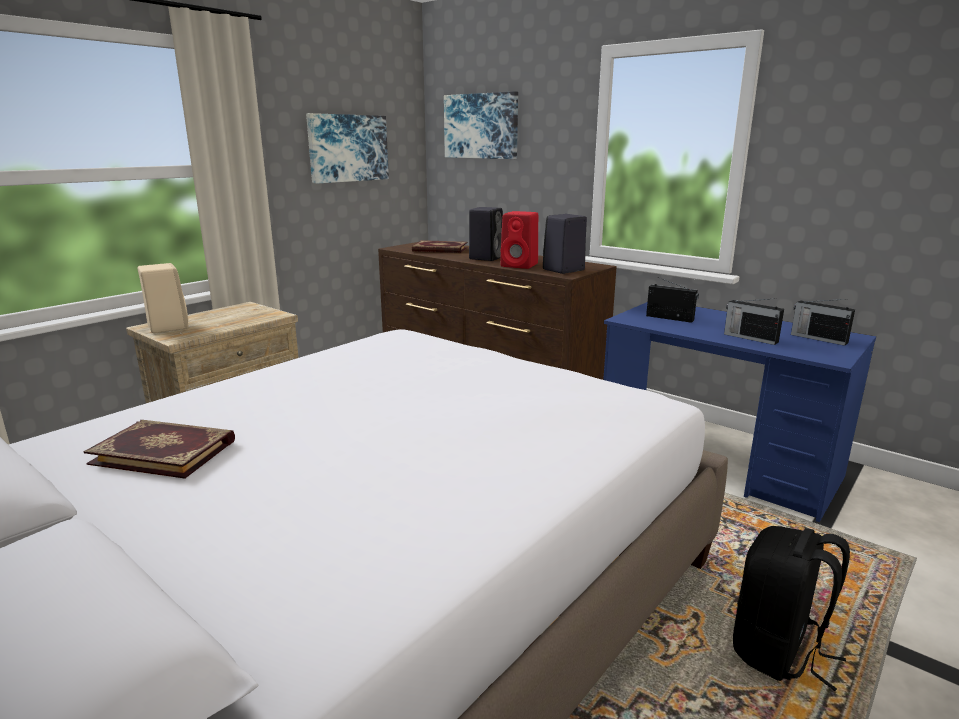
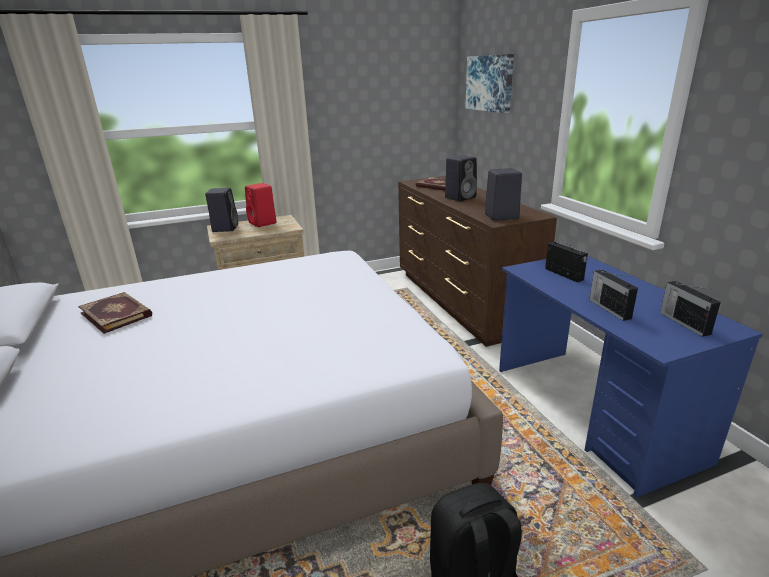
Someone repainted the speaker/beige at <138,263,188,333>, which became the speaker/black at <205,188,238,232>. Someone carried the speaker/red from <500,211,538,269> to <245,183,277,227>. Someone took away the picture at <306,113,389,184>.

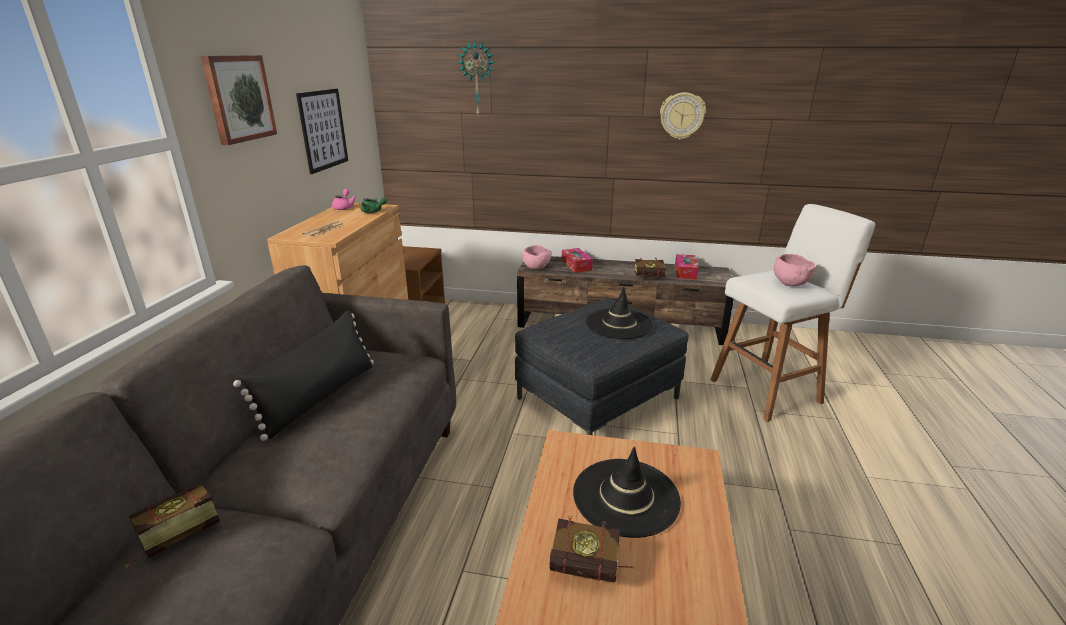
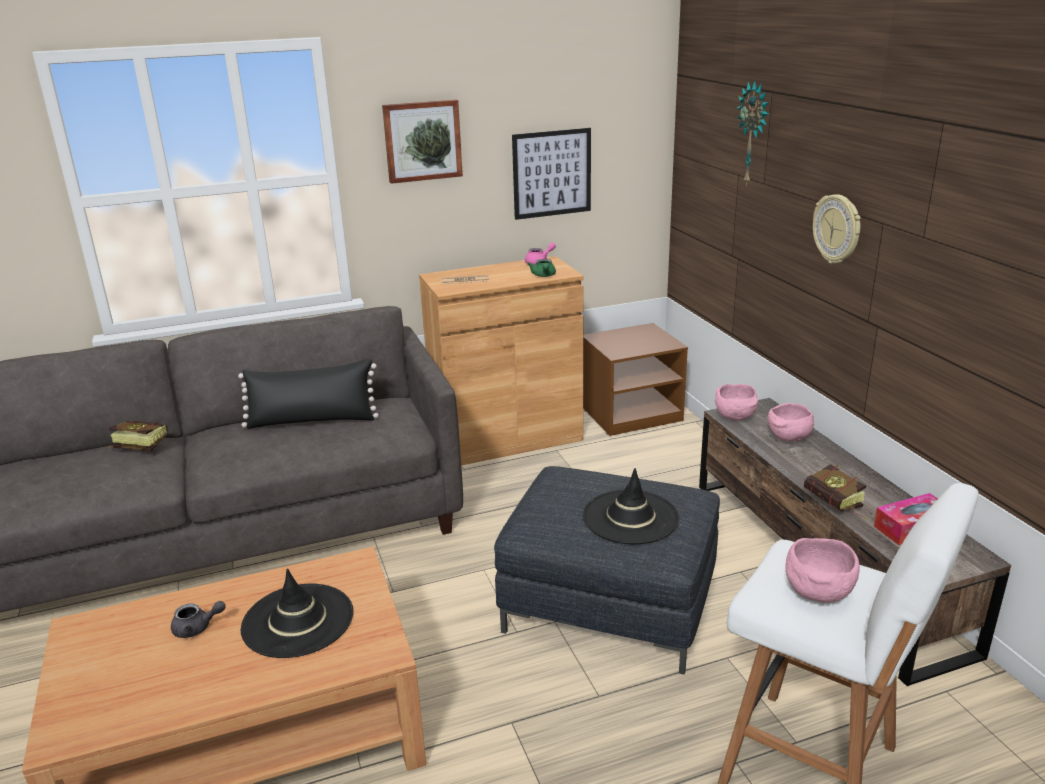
Someone swapped the book at <549,516,634,582> for the teapot/grey at <171,601,226,638>. Someone swapped the tissue box at <562,248,593,273> for the bowl/pink at <768,403,814,442>. Someone carried the wall clock from <660,92,706,140> to <813,194,861,263>.

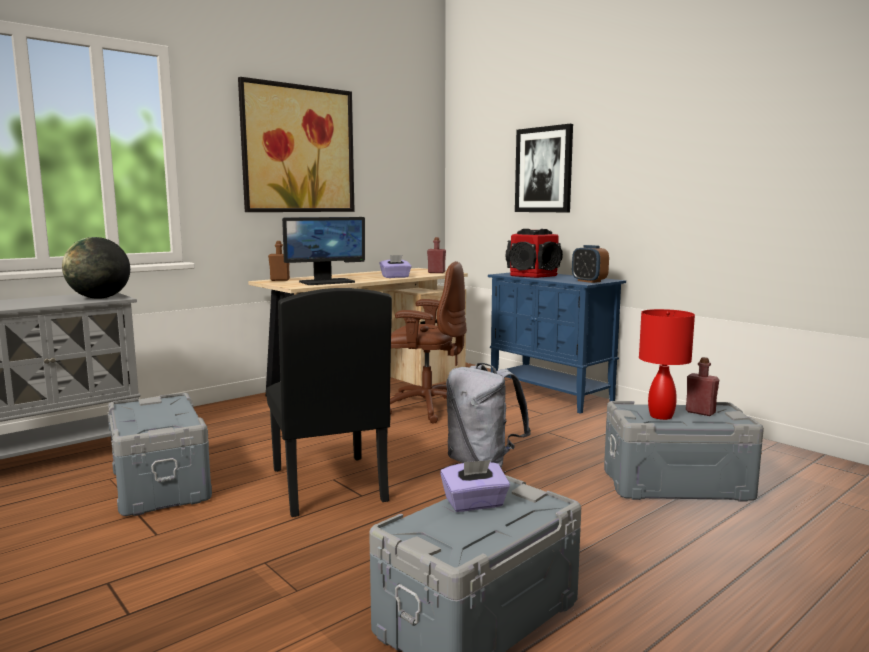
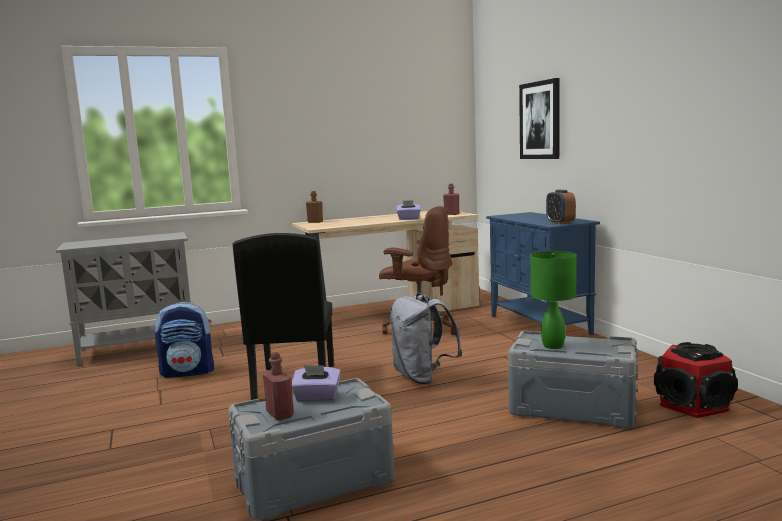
Someone swapped the storage box/grey at <108,393,212,516> for the backpack at <155,302,214,378>. Someone carried the bottle/red from <686,357,719,416> to <263,352,294,421>. Someone repainted the table lamp/red at <639,309,695,420>, which became the table lamp/green at <530,251,577,349>. Someone carried the speaker from <506,229,563,278> to <654,342,738,418>. Someone took away the globe at <62,237,130,299>. Someone took away the picture at <238,77,354,212>. Someone took away the monitor at <282,217,365,285>.

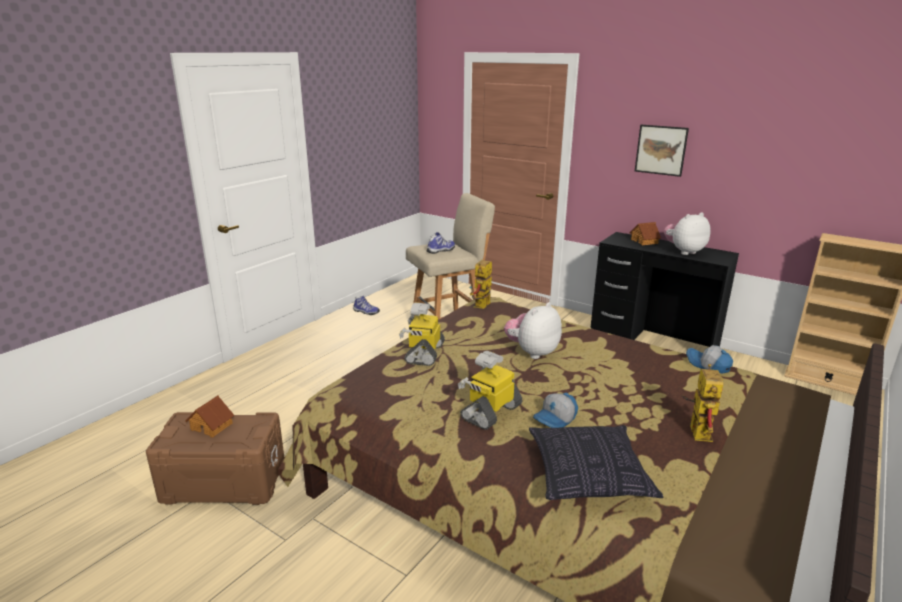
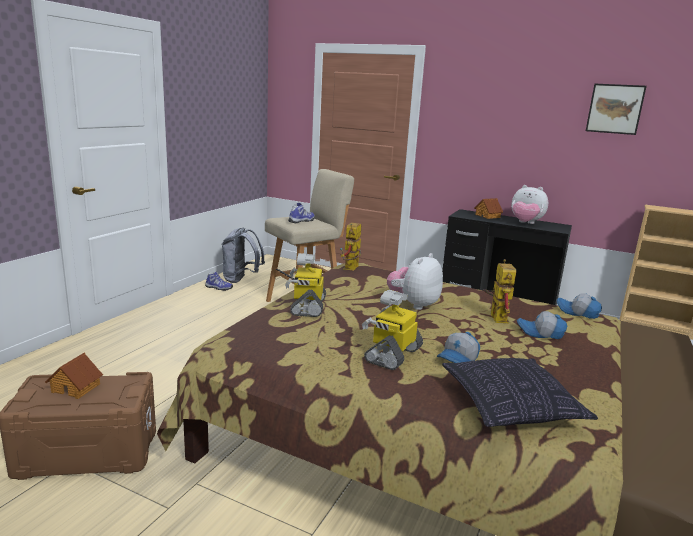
Someone put down the backpack/grey at <221,227,265,283>. Someone carried the toy robot from <681,364,723,442> to <483,259,516,323>. Someone rotated the plush toy at <664,212,711,255> by 120 degrees counterclockwise. Someone put down the cap at <517,311,567,339>. Someone carried the picture from <635,125,689,177> to <586,84,647,135>.

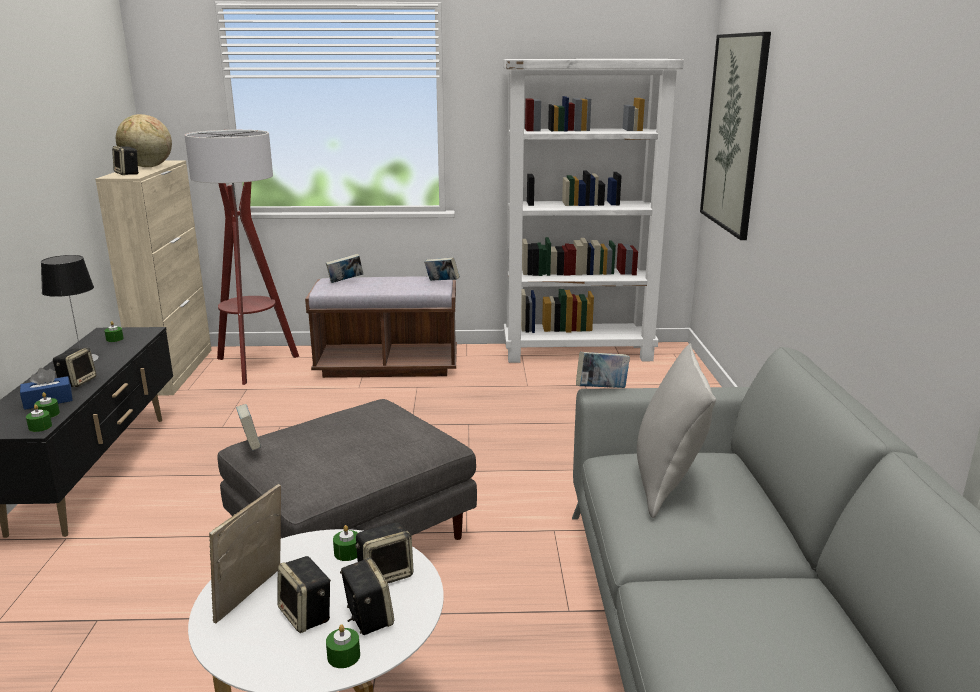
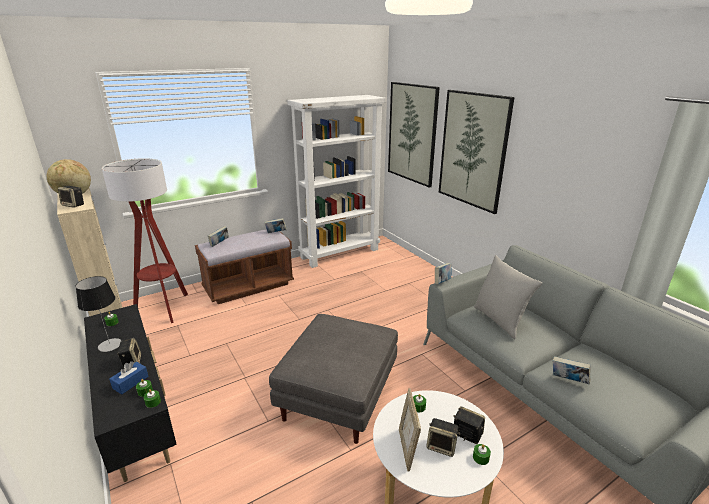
Someone put up the picture at <439,90,515,214>. Someone carried the book from <236,404,261,451> to <553,356,591,384>. Someone took away the speaker at <355,522,413,583>.

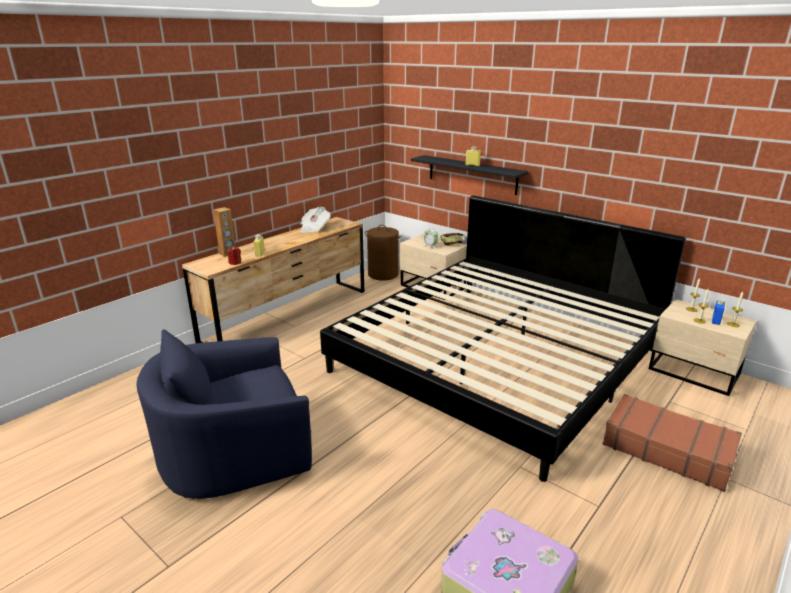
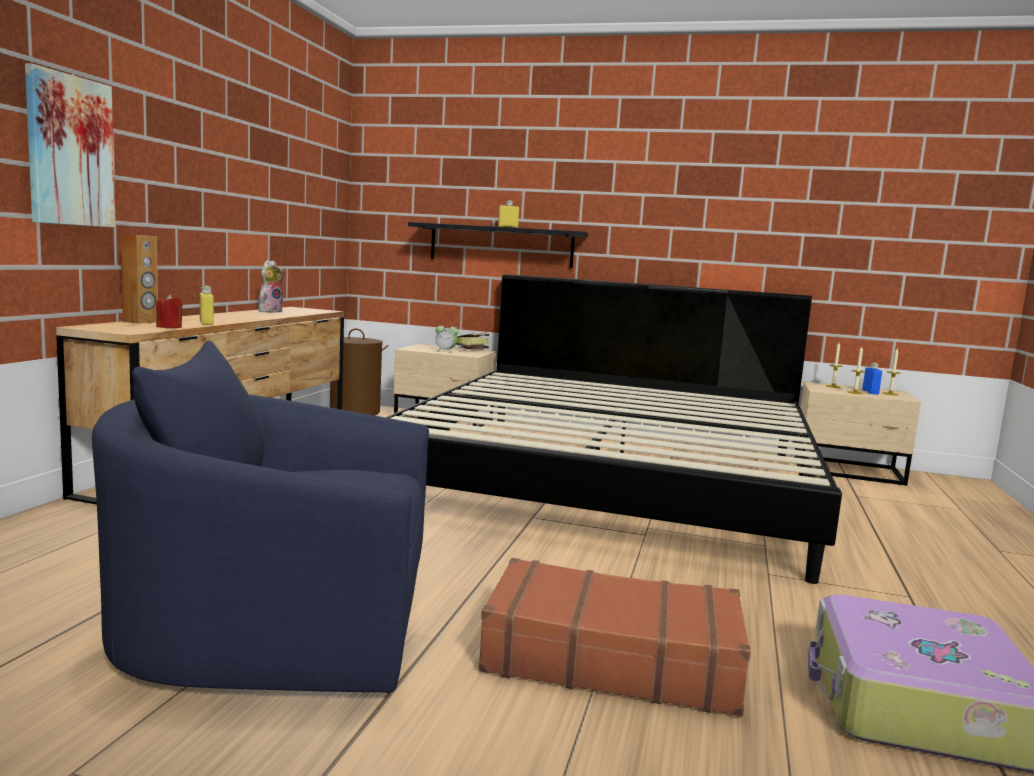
Someone put up the picture at <25,63,116,228>. Someone rotated the armchair/blue at <137,329,312,499> by 45 degrees clockwise. Someone swapped the newspaper at <300,207,330,233> for the plush toy at <258,260,284,313>. Someone carried the suitcase/brown from <602,394,742,492> to <478,558,751,717>.

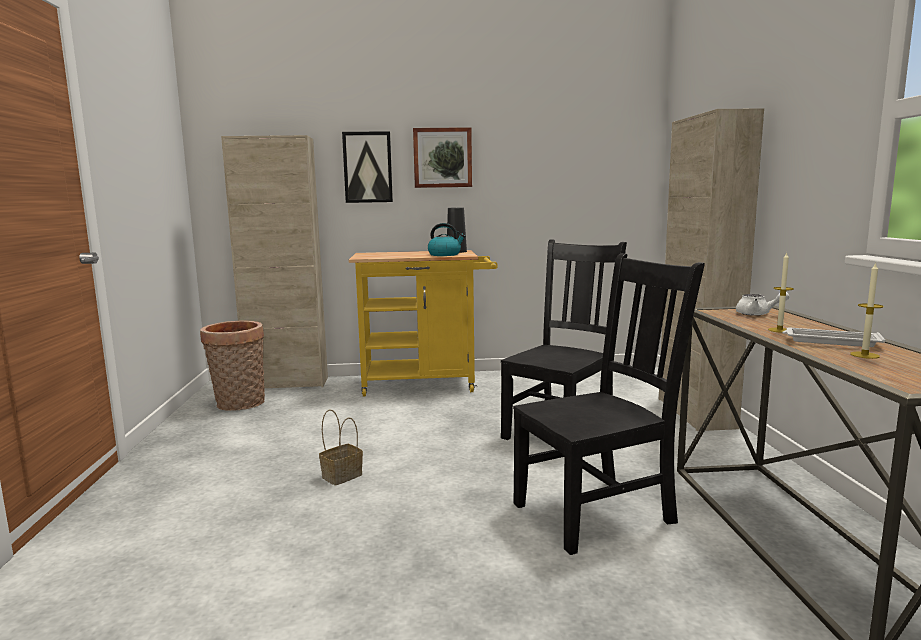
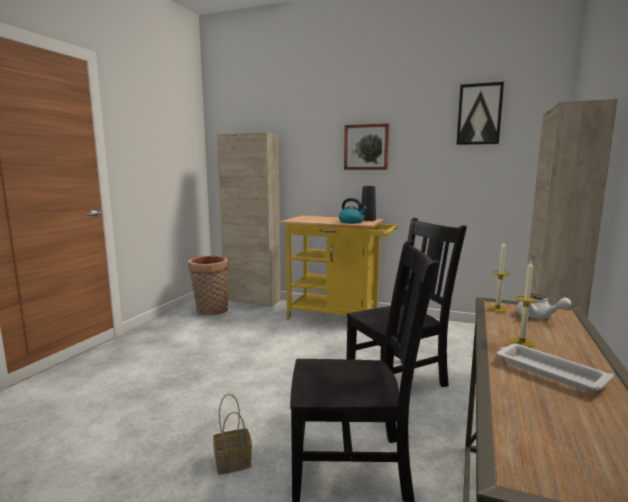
Someone carried the basket from <319,409,363,485> to <213,394,252,475>. Someone carried the picture from <342,131,393,203> to <457,82,504,145>. Someone carried the candle from <850,262,883,359> to <488,242,510,312>.

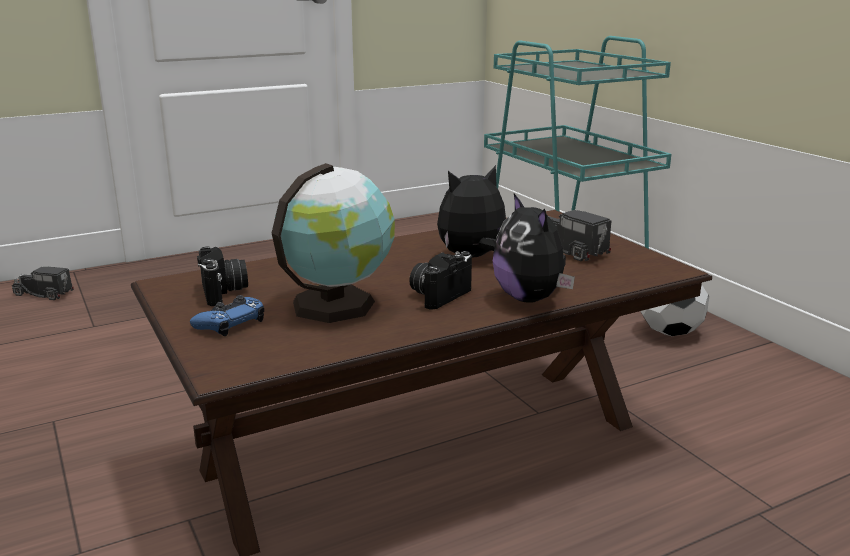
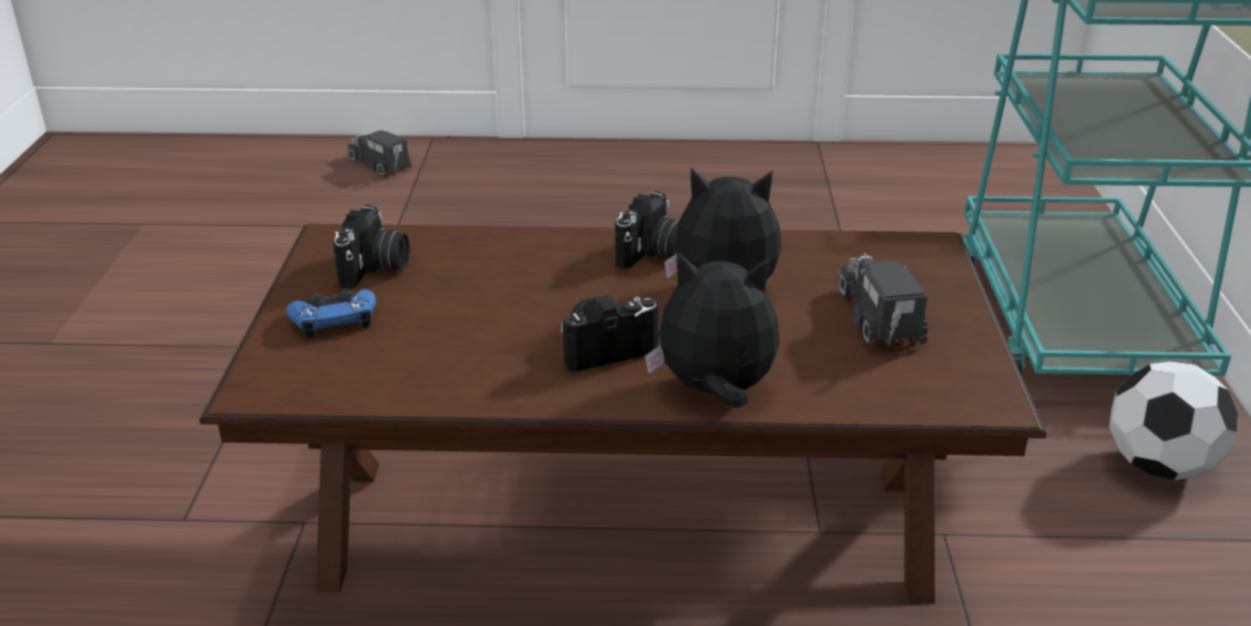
Someone put down the photo camera at <615,191,679,269>. Someone rotated the plush toy at <493,194,575,303> by 90 degrees clockwise. Someone took away the globe at <272,163,395,323>.

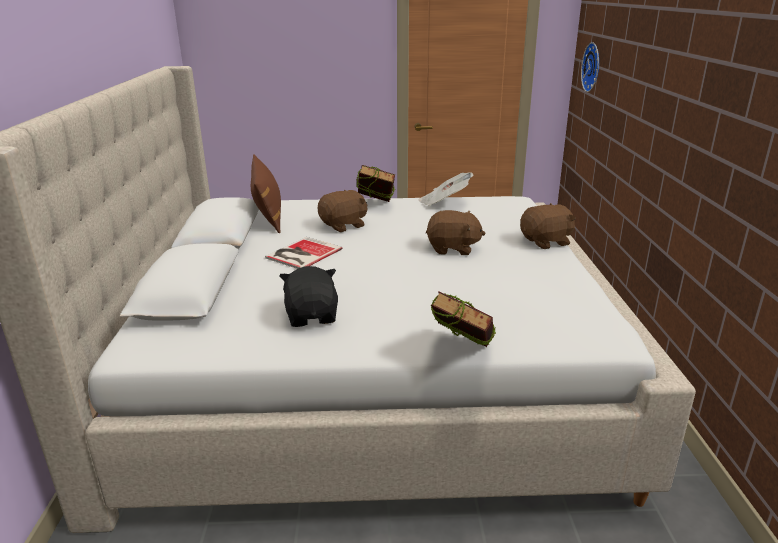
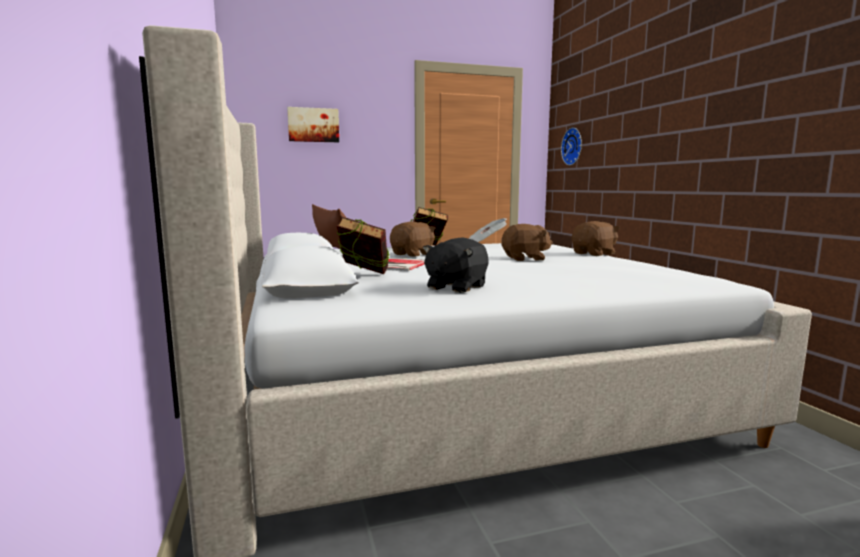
Someone put up the picture at <287,107,339,142>. Someone carried the book from <431,291,496,347> to <337,217,390,274>. Someone rotated the plush toy/black at <279,266,338,327> by 120 degrees counterclockwise.

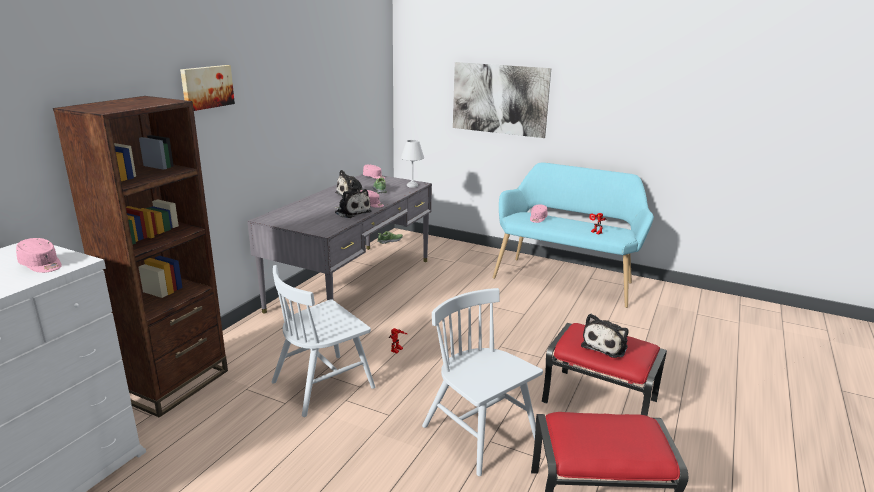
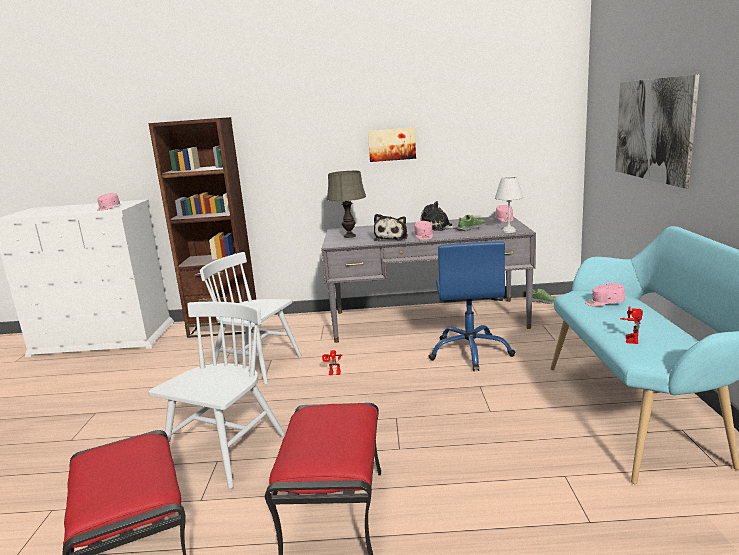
Someone put down the table lamp/grey at <327,171,366,238>. Someone carried the picture from <180,65,235,111> to <368,127,416,162>. Someone put down the office chair/blue at <428,242,515,371>. Someone took away the plush toy at <581,314,629,358>.

